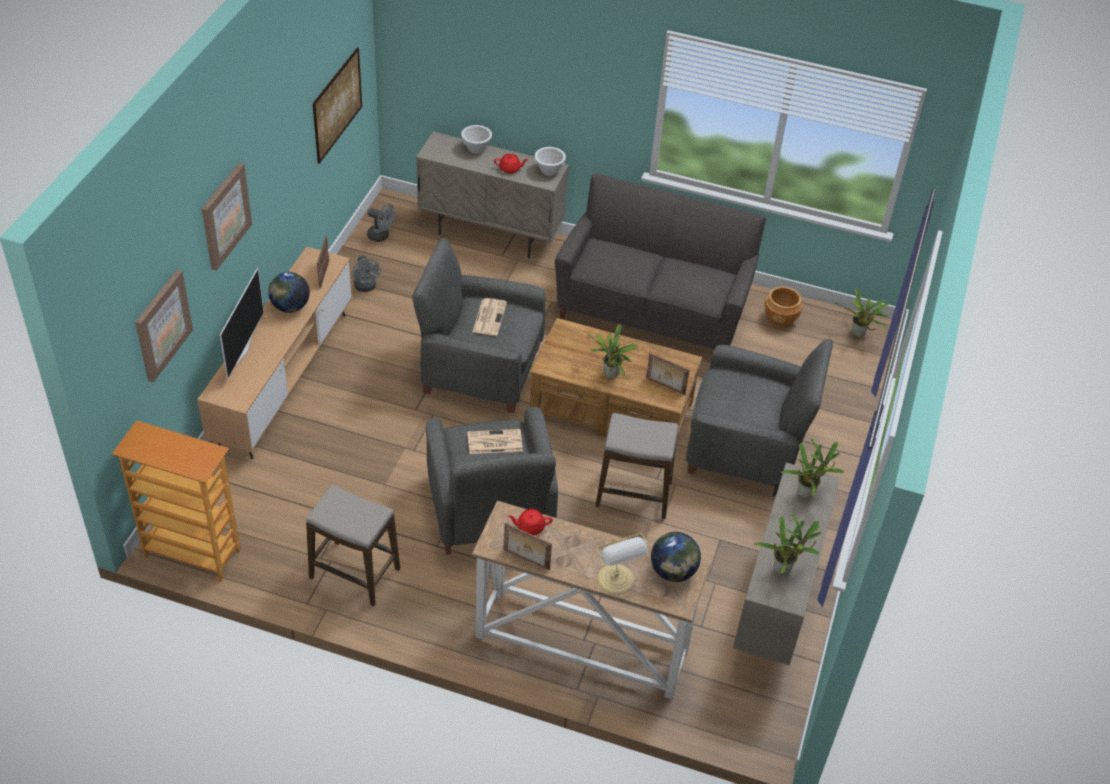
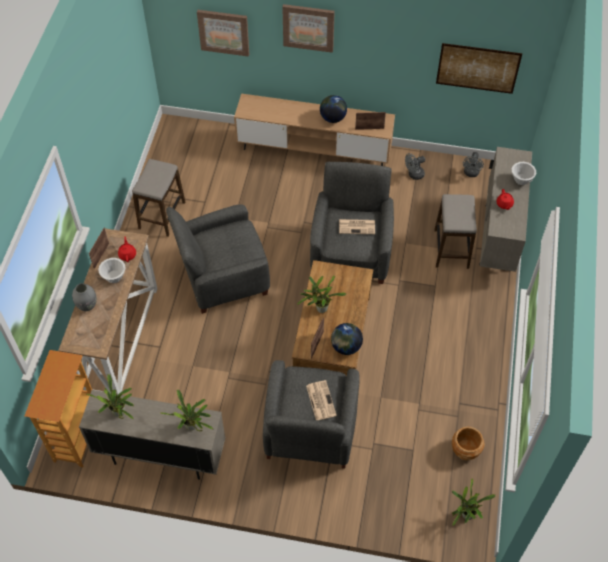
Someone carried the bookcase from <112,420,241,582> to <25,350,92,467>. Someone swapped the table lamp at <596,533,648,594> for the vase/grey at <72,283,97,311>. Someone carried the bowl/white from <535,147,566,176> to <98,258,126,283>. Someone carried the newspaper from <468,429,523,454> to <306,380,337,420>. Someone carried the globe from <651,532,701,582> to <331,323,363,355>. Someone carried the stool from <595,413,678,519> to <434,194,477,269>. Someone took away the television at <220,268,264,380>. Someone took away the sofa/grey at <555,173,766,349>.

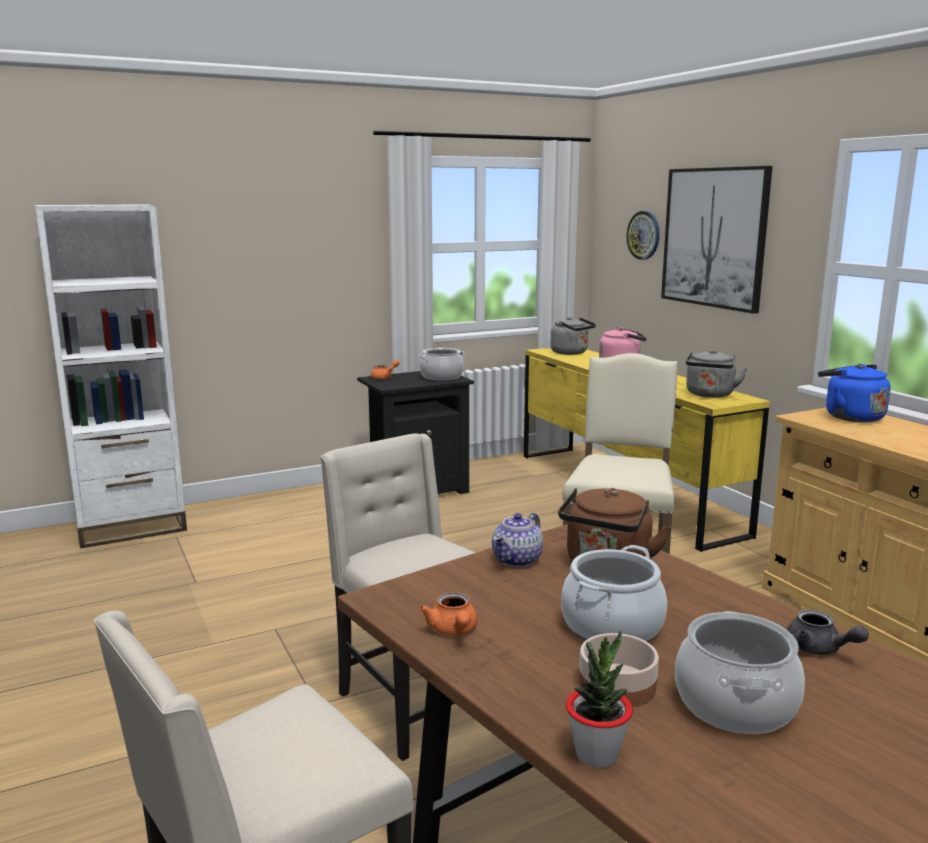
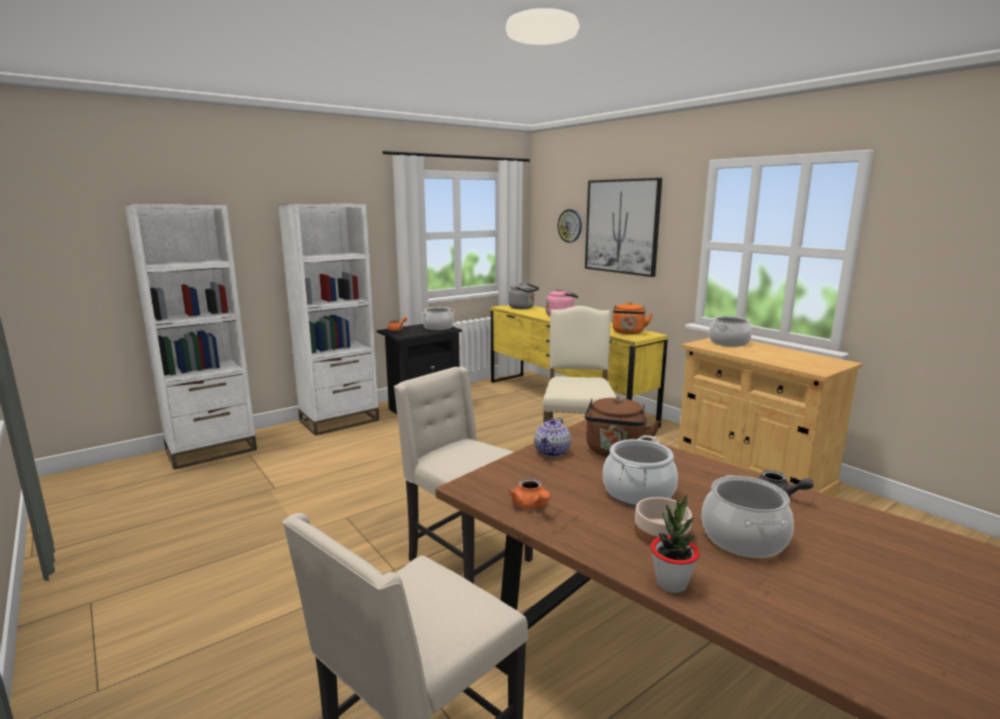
Someone put down the bookcase/white at <278,204,379,436>. Someone repainted the kettle/grey at <686,349,747,398>, which became the kettle/orange at <612,302,652,334>. Someone swapped the kettle/blue at <818,364,891,422> for the cooking pot at <709,316,752,347>.

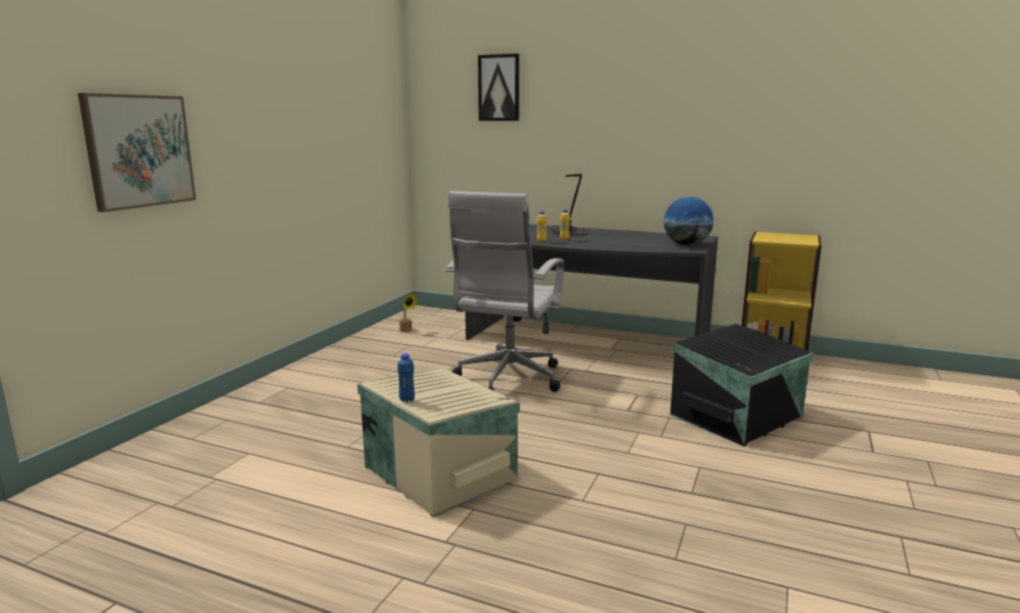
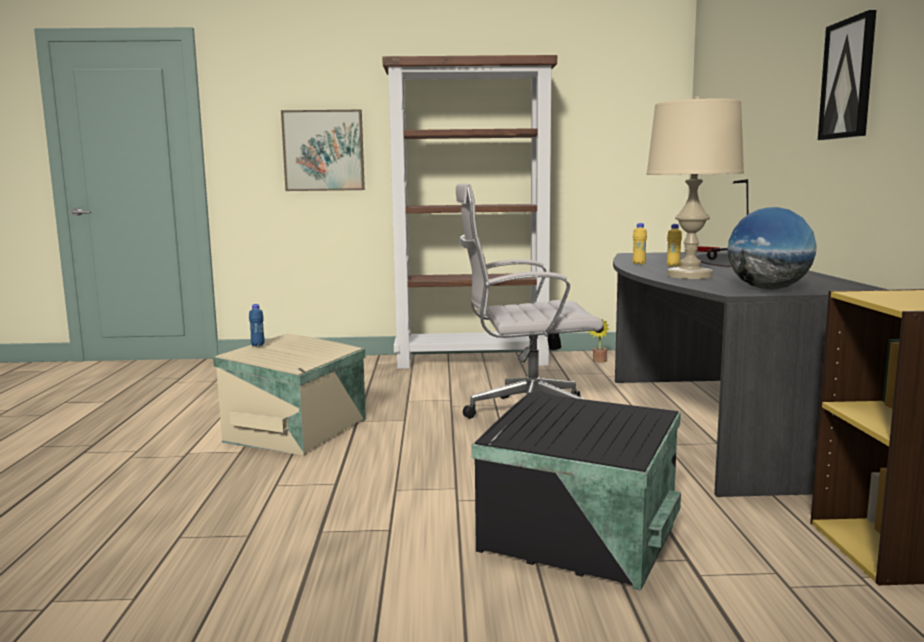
Someone put down the bookcase/brown at <382,55,557,369>. Someone put down the table lamp/beige at <646,96,744,279>. Someone carried the picture from <478,53,519,121> to <818,10,876,140>.

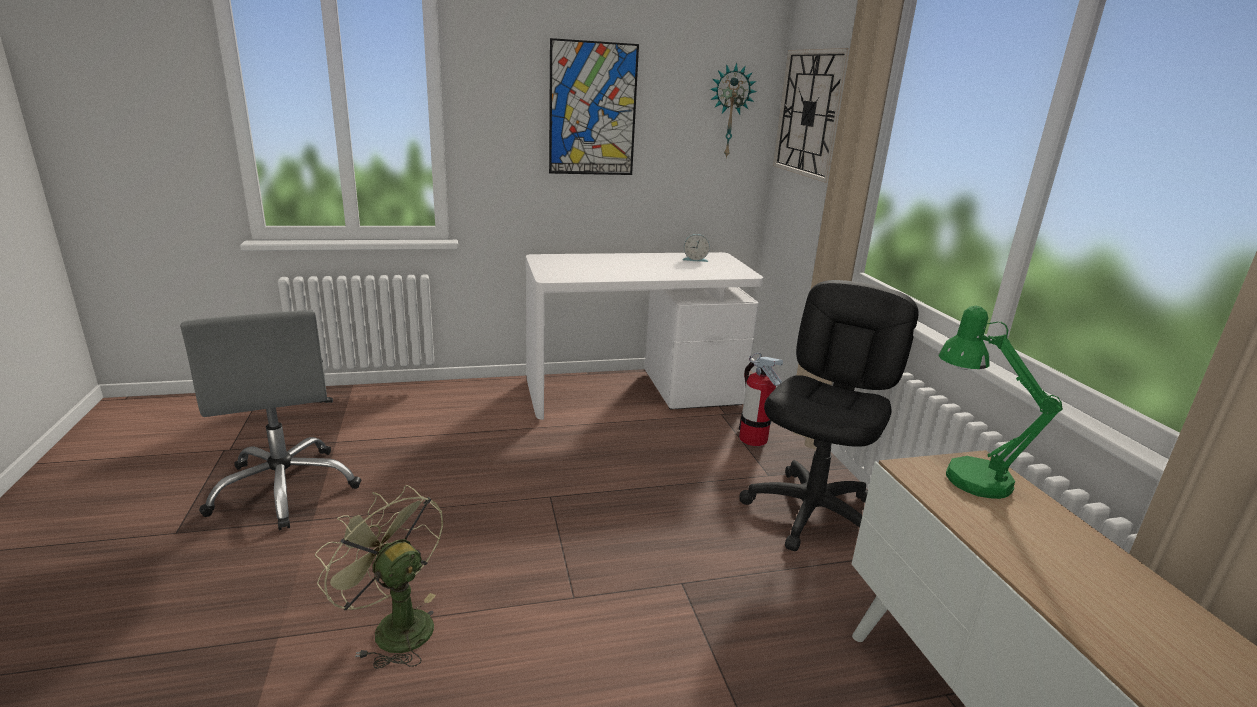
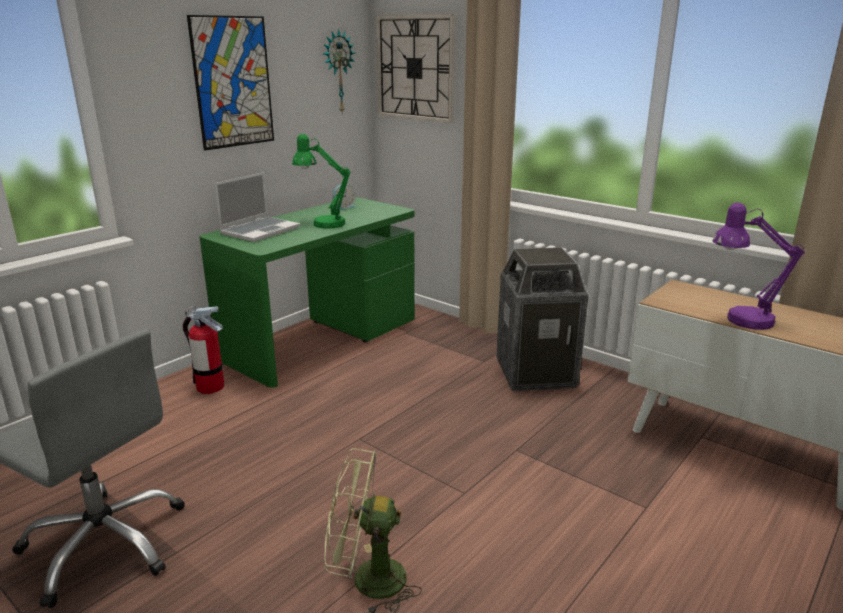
Someone carried the fire extinguisher from <739,353,783,446> to <183,306,224,394>. Someone repainted the desk/white at <526,252,763,420>, which became the desk/green at <199,197,415,388>. Someone put down the laptop at <214,172,300,242>. Someone carried the table lamp/green from <938,305,1063,499> to <292,134,351,229>. Someone swapped the office chair/black at <739,280,919,552> for the trash can at <496,247,589,391>. Someone put down the table lamp/purple at <713,203,805,330>.

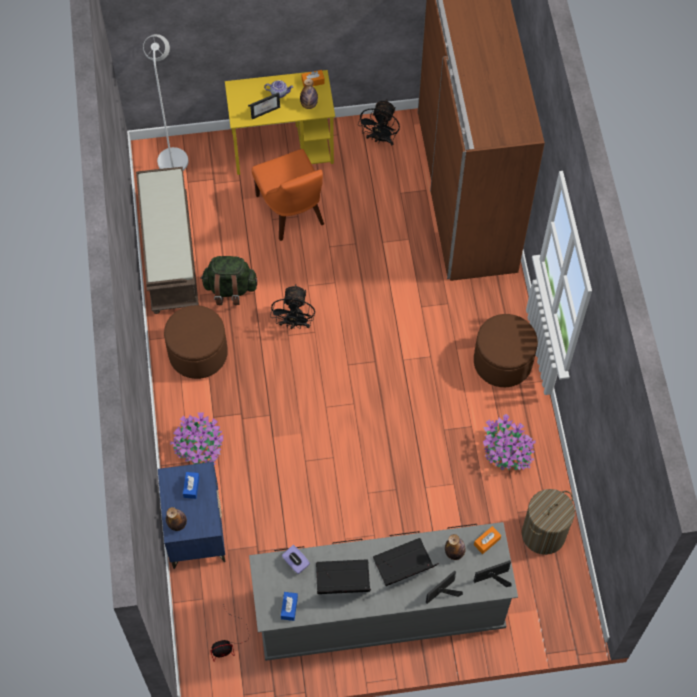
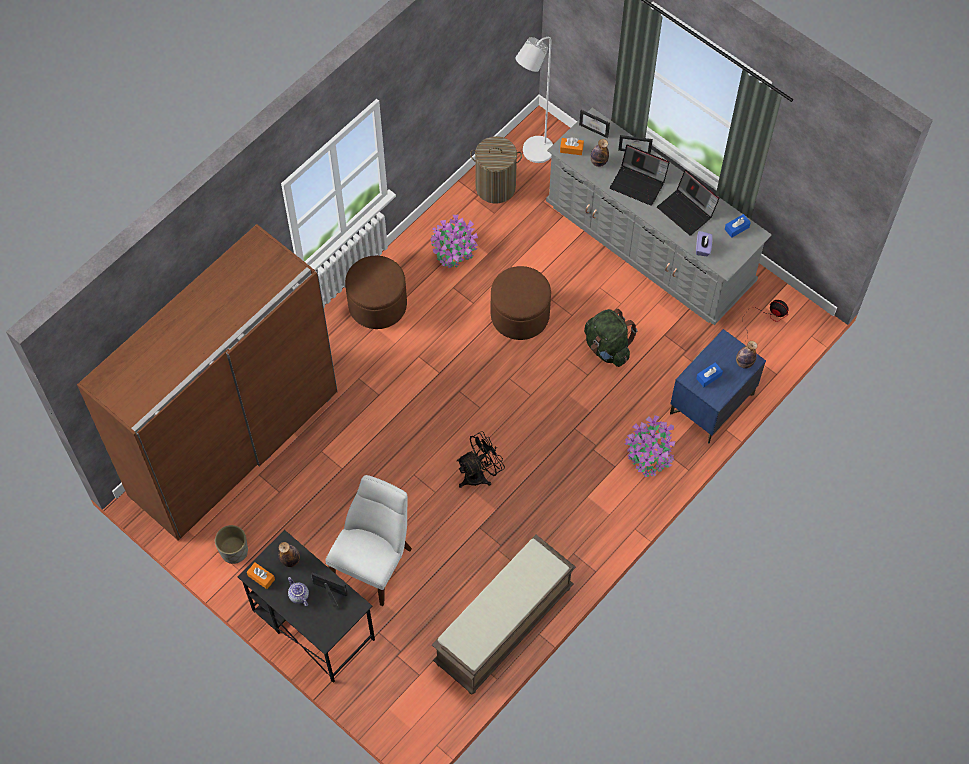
Someone swapped the fan/black at <358,99,400,145> for the planter/grey at <215,525,248,564>. Someone repainted the desk/yellow at <225,70,335,175>, which became the desk/black at <237,530,375,683>. Someone repainted the chair/orange at <252,149,324,241>, which became the chair/white at <326,475,412,606>. Someone carried the ottoman/brown from <164,305,228,379> to <491,266,551,340>. Someone carried the floor lamp/white from <143,34,188,171> to <515,37,553,163>. Someone carried the backpack/green from <200,256,257,305> to <584,309,637,367>.

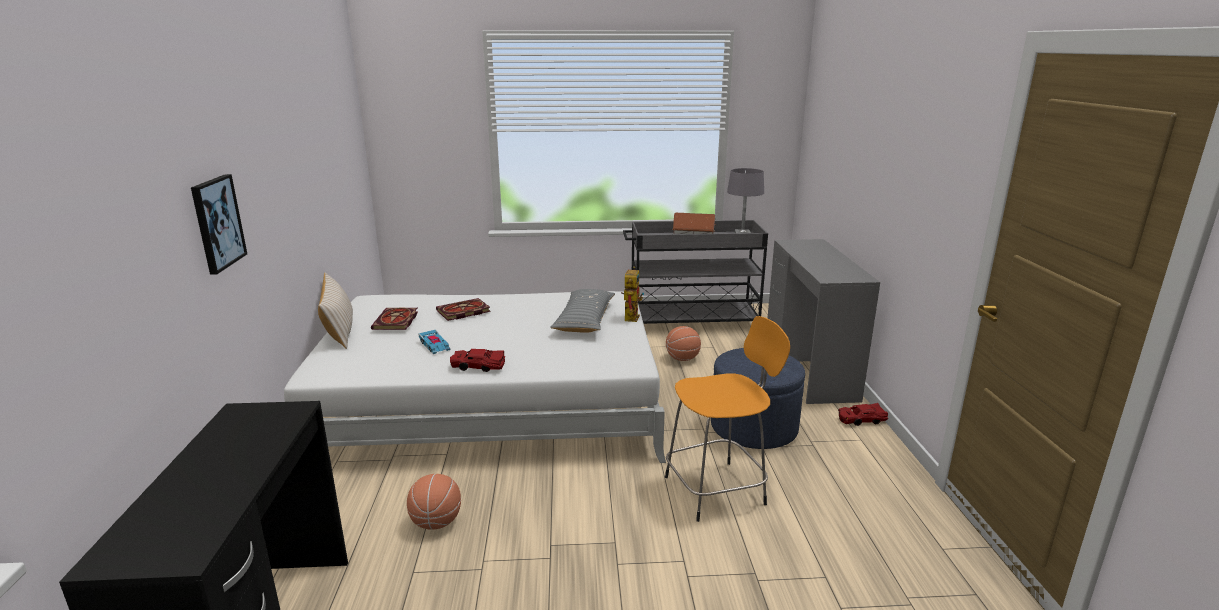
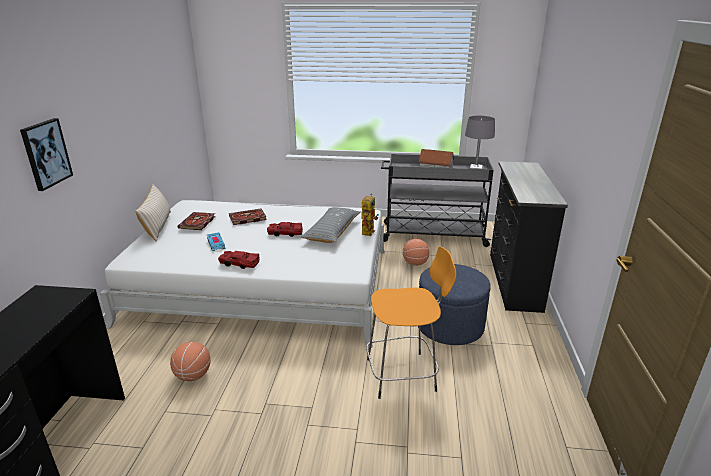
Someone carried the toy car/red from <838,403,888,426> to <267,222,303,237>. Someone swapped the desk/grey at <767,239,880,404> for the dresser/black at <490,161,568,313>.

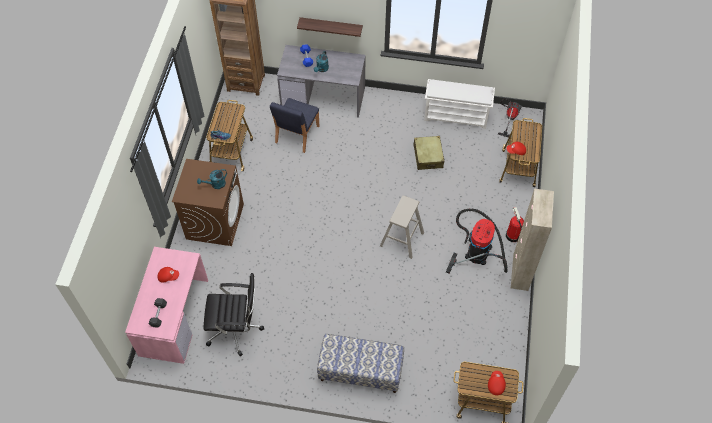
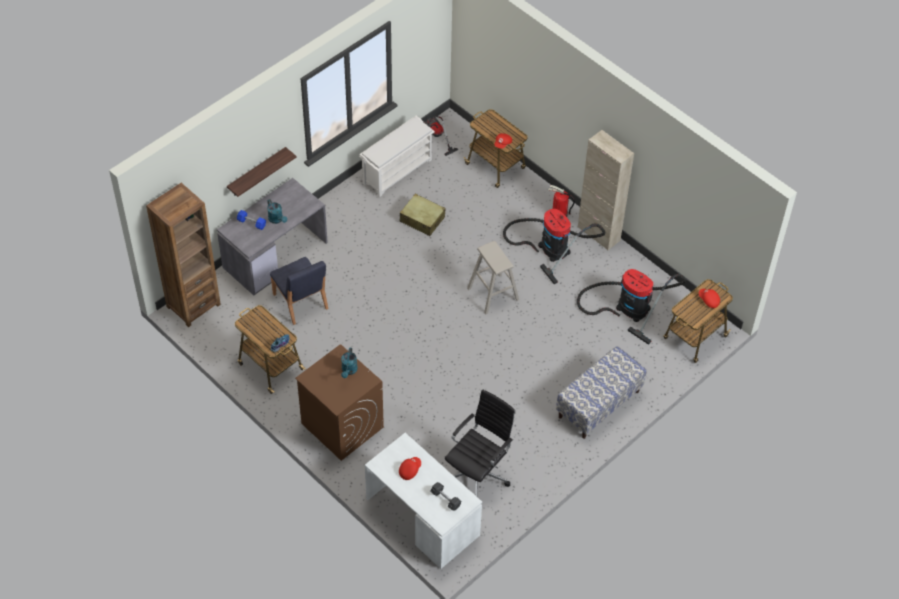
Someone repainted the desk/pink at <125,247,208,364>, which became the desk/white at <365,433,482,569>. Someone put down the vacuum cleaner at <577,269,686,345>.

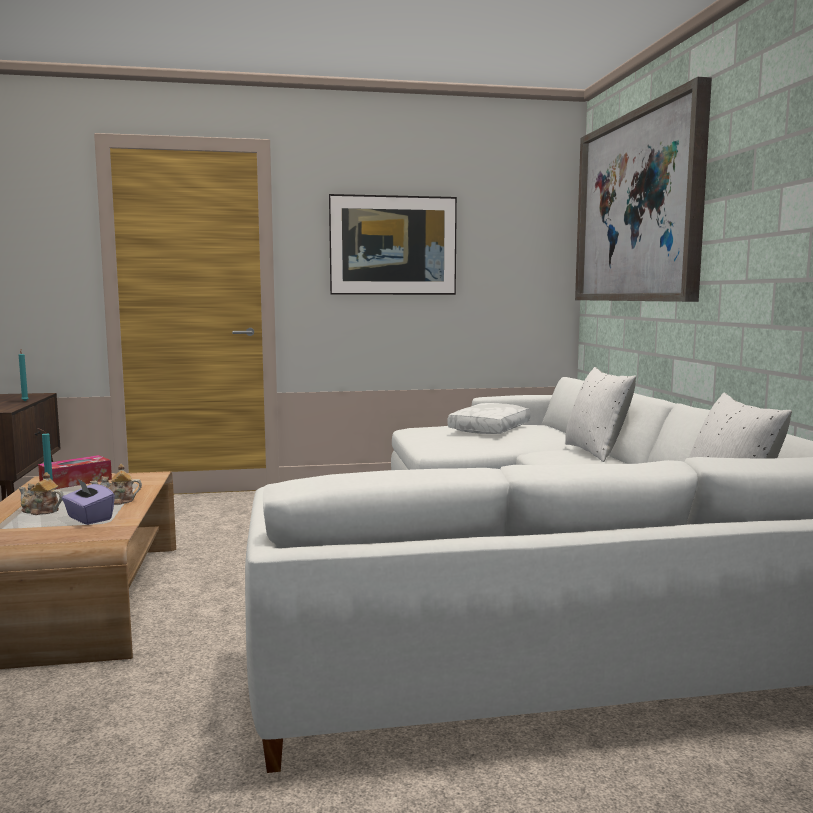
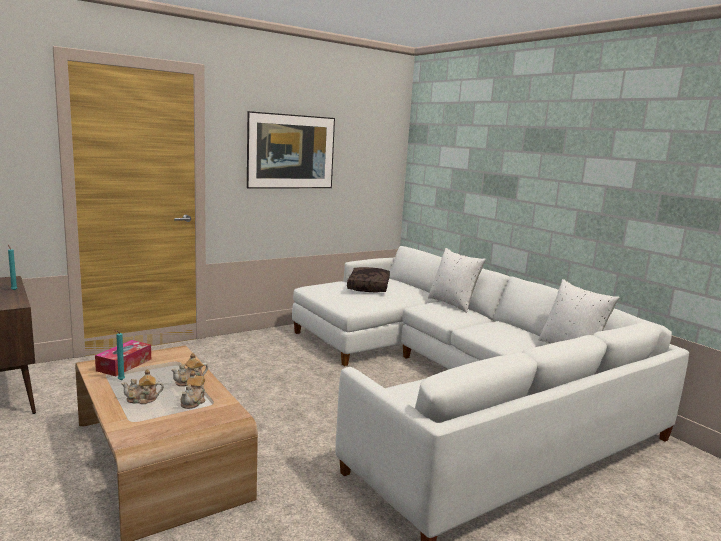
Someone swapped the tissue box/purple at <62,478,115,525> for the teapot at <181,371,206,409>. Someone repainted the pillow/white at <448,403,531,434>, which became the pillow/brown at <347,267,390,292>. Someone took away the picture at <575,77,712,302>.

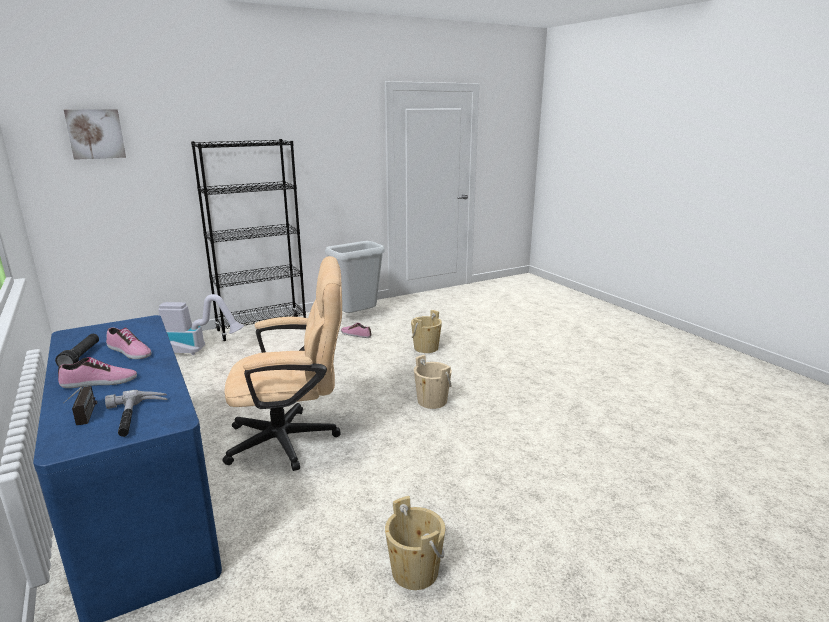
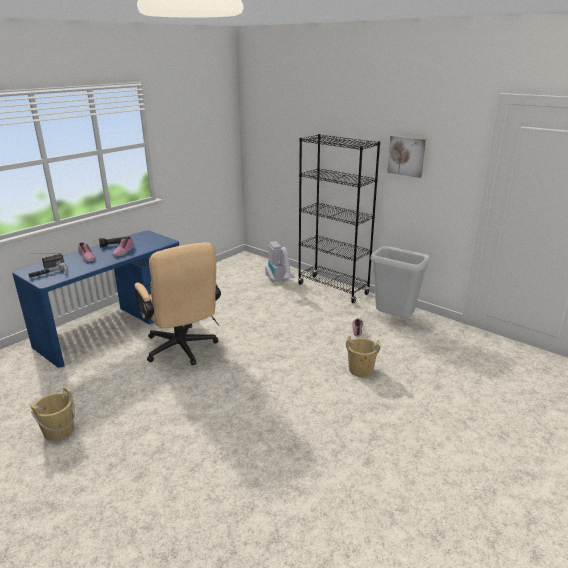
Someone carried the picture from <64,109,126,160> to <387,135,426,178>. Someone took away the bucket/beige at <414,355,452,409>.

